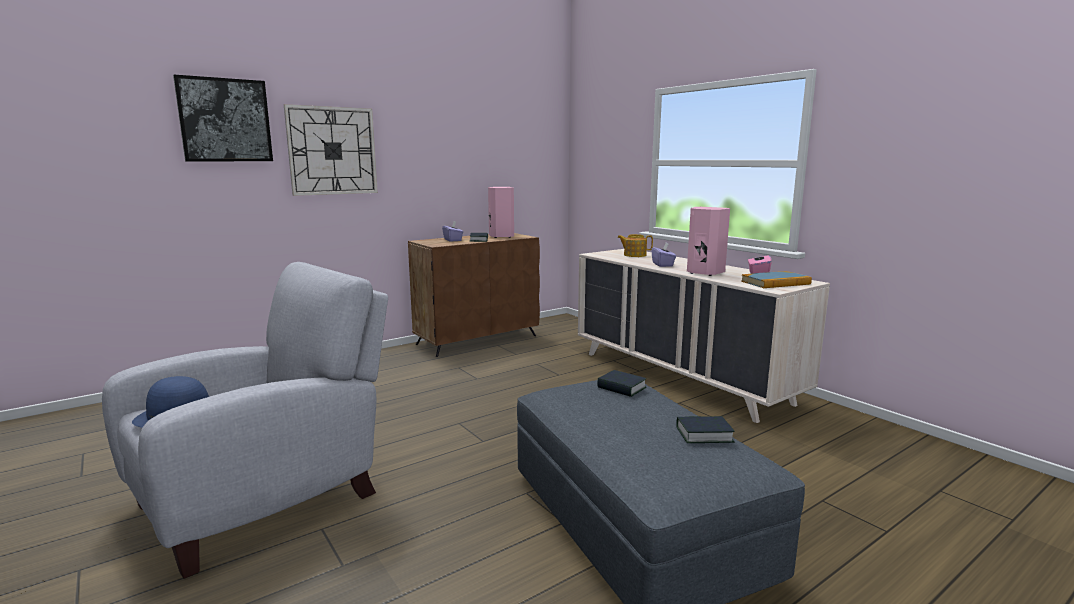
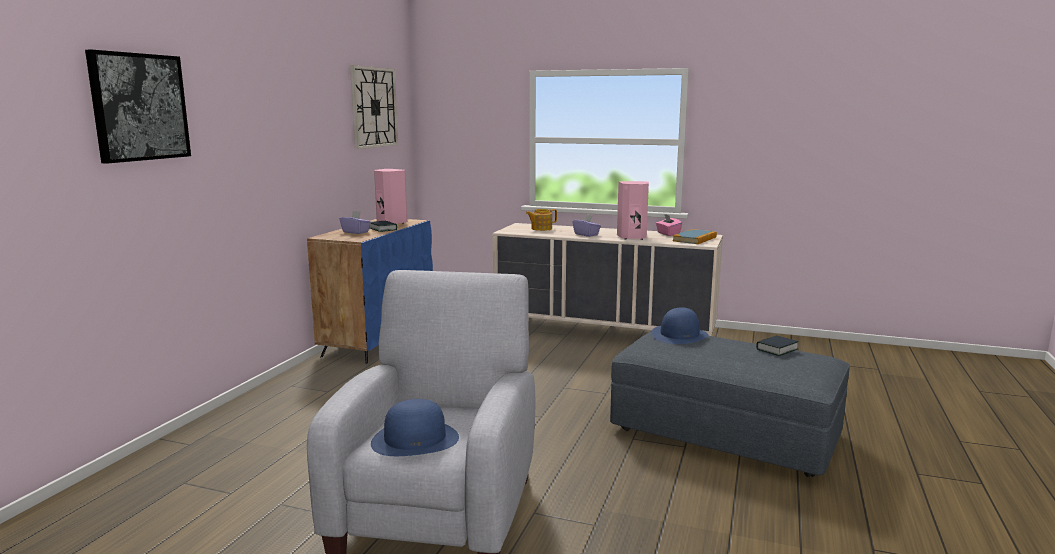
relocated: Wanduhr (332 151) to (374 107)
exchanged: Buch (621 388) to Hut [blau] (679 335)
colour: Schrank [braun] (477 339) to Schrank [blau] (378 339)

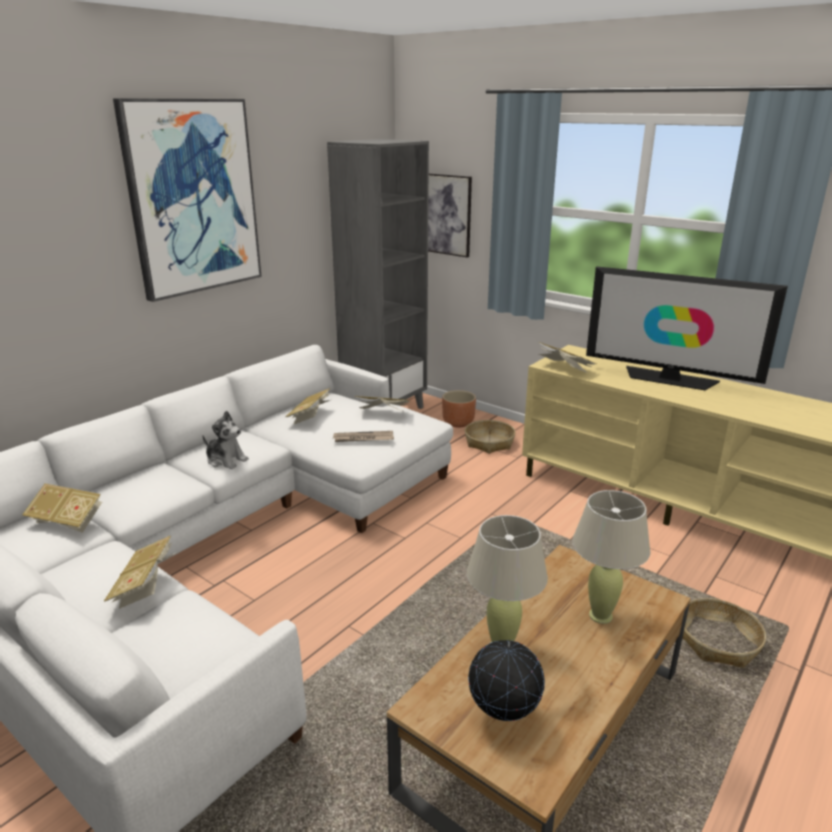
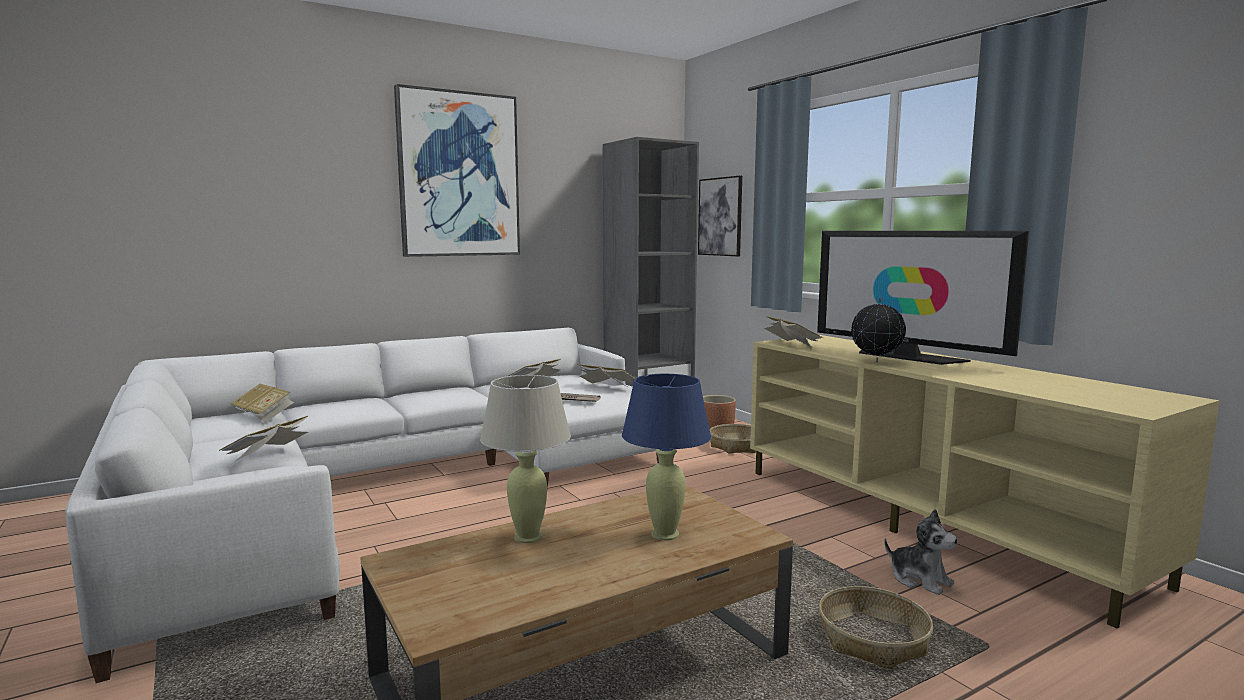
relocated: Plüschtier (226 460) to (920 580); Globus (503 715) to (876 362)
colour: Tischlampe [beige] (600 615) to Tischlampe [blau] (665 534)

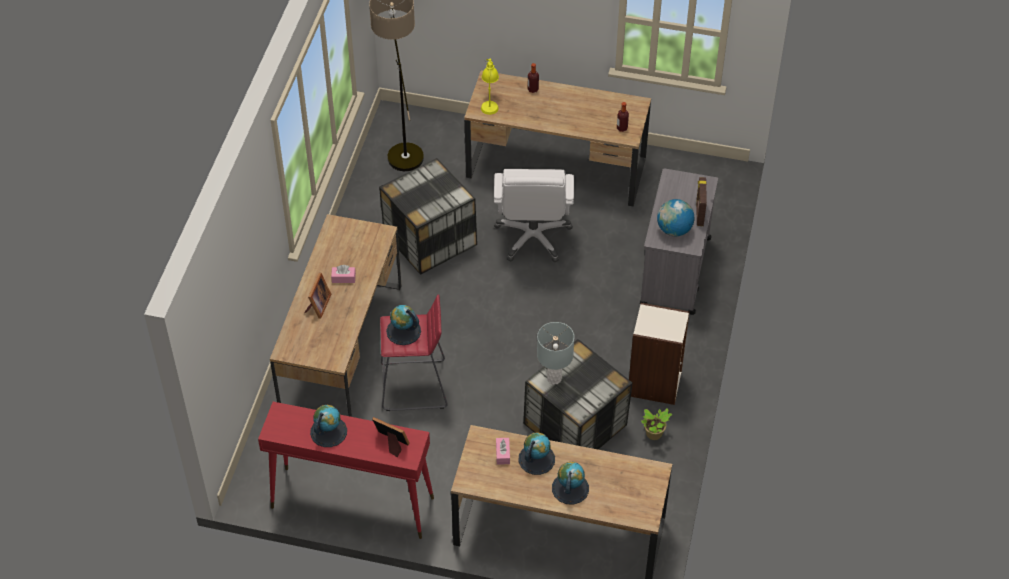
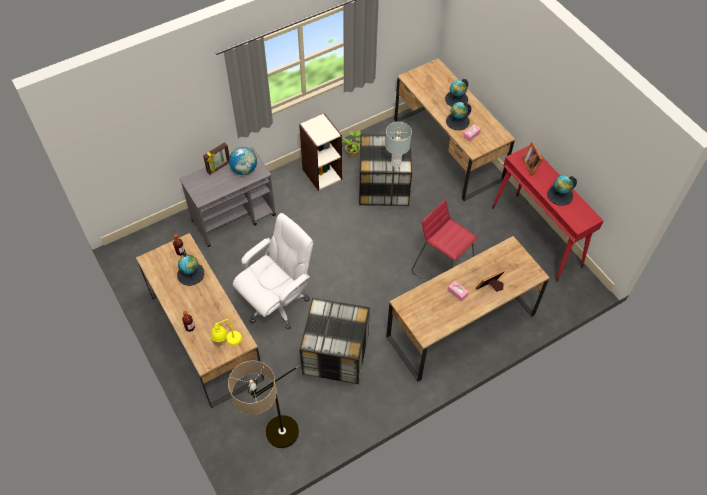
relocated: Globus (403 331) to (191 274)

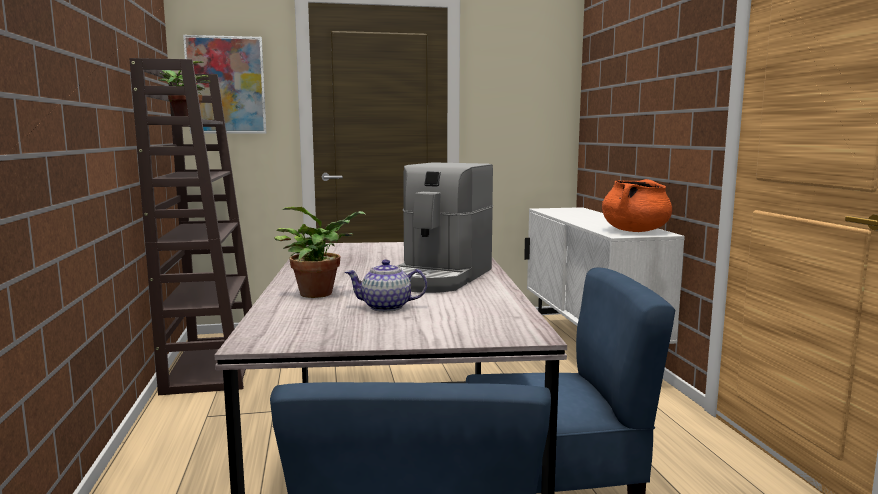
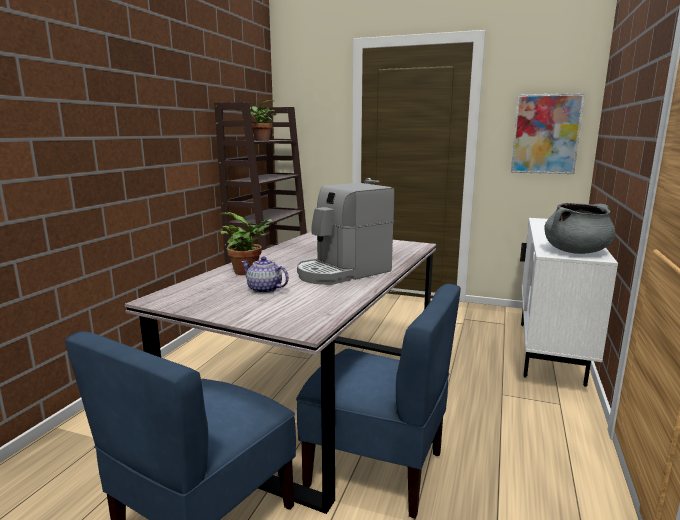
relocated: Bild (226 85) to (545 134)
colour: Kochtopf [orange] (635 231) to Kochtopf [grau] (576 252)

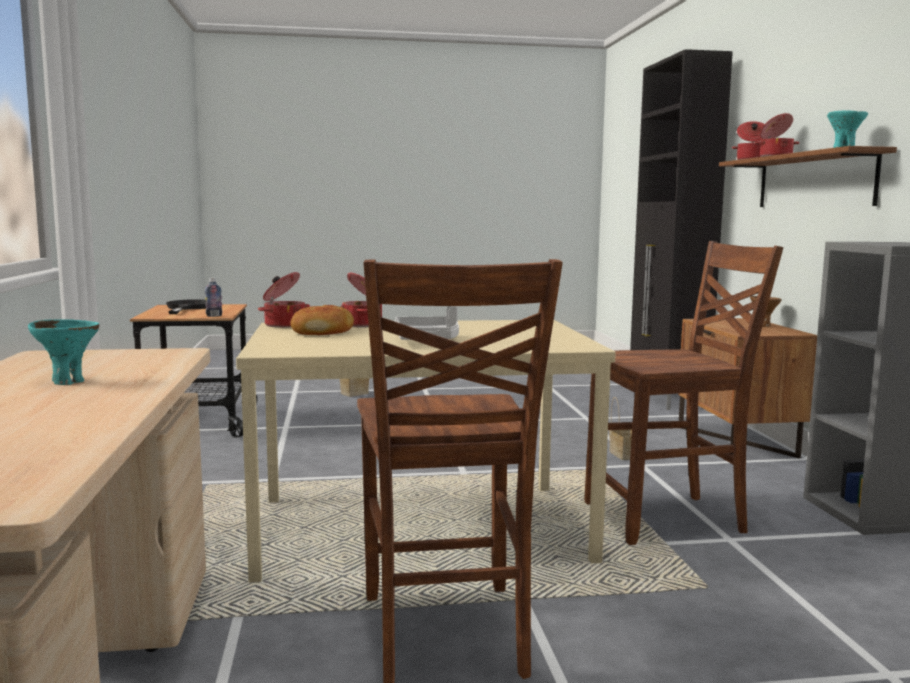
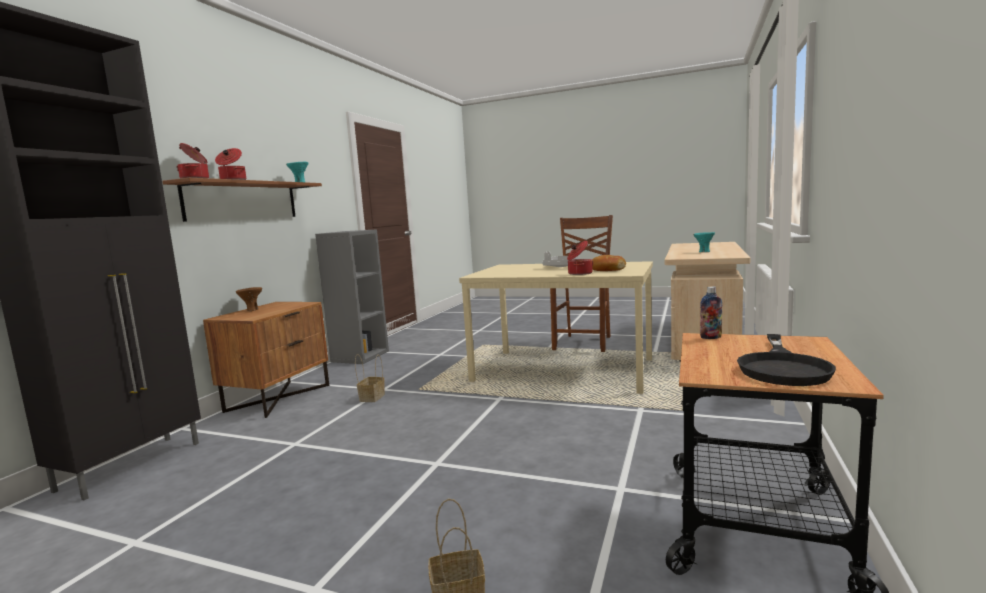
missing: Kochtopf (284 325); Stuhl [braun] (667 519)

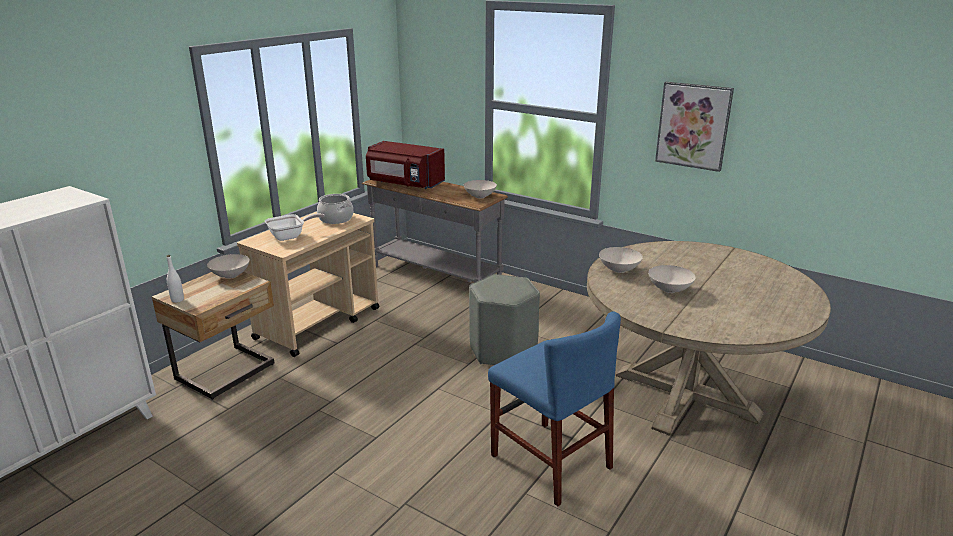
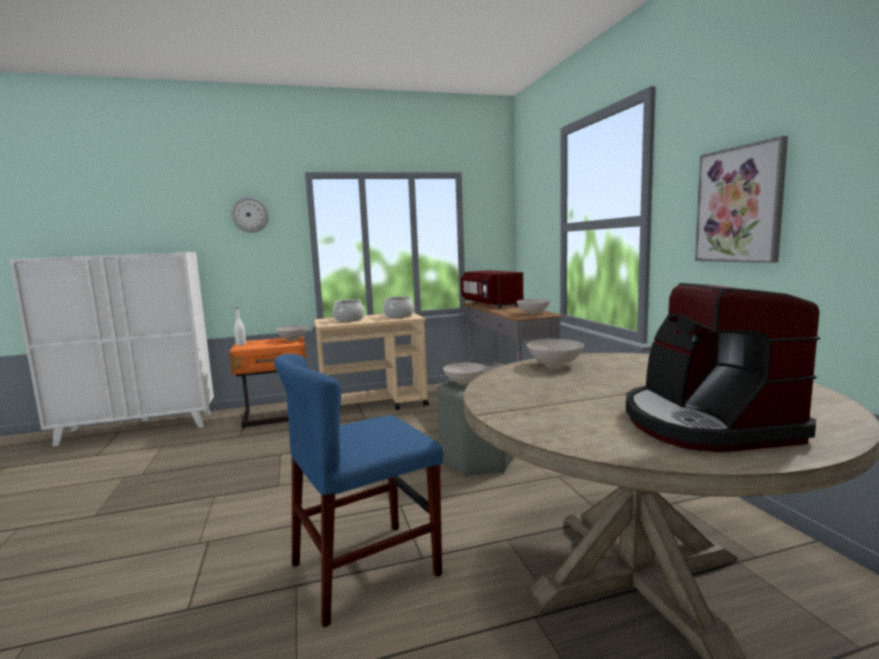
appeared: Wanduhr (250 215); Kaffeemaschine (704 423)
relocated: Schüssel [weiß] (669 290) to (464 383)
exchanged: Pfanne (290 236) to Kochtopf (349 320)
colour: Nachttisch [beige] (228 372) to Nachttisch [orange] (276 417)
spun: Stuhl [blau] (550 461) = (365 569) 60 degrees clockwise

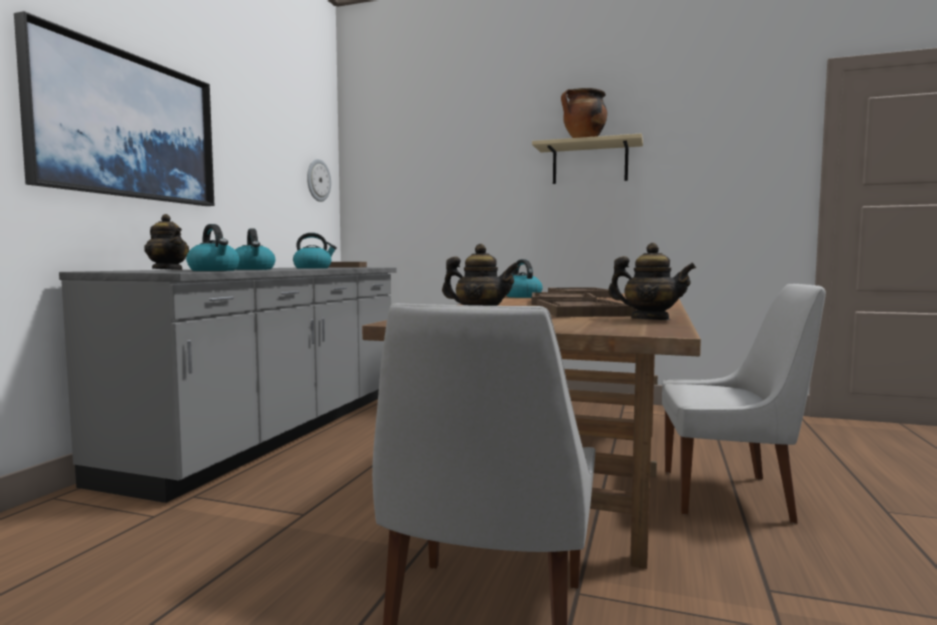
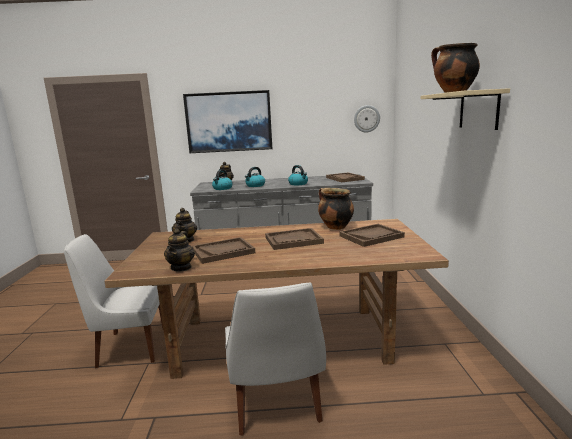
exchanged: Wasserkessel (521 296) to Kochtopf (335 227)

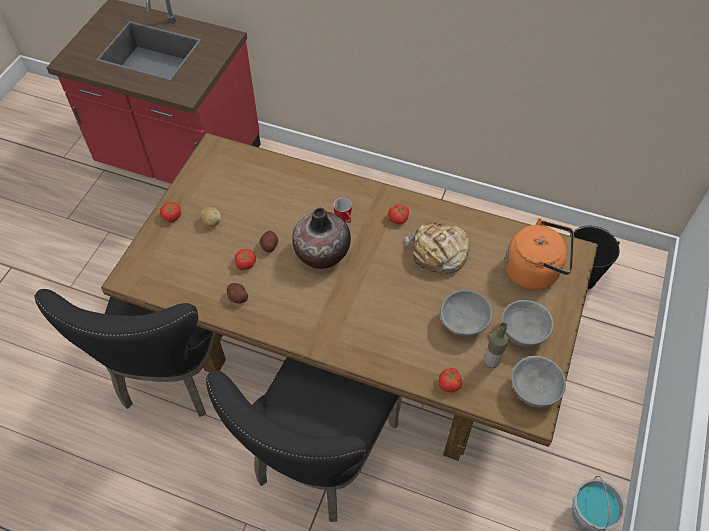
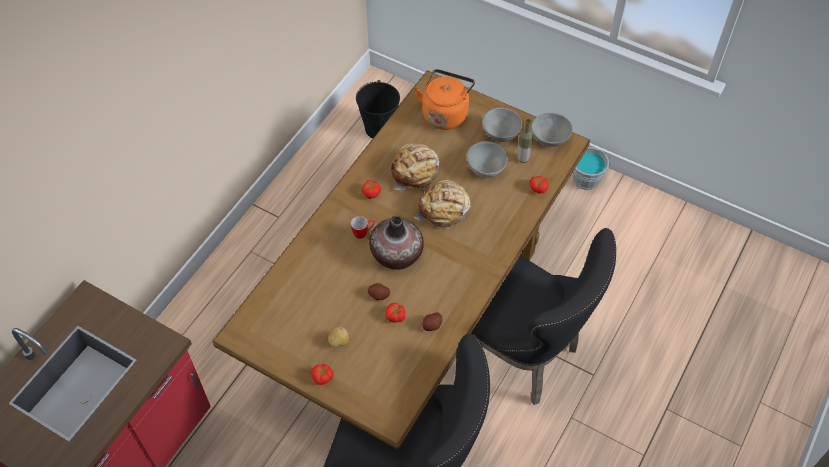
appeared: Brot (444 209)

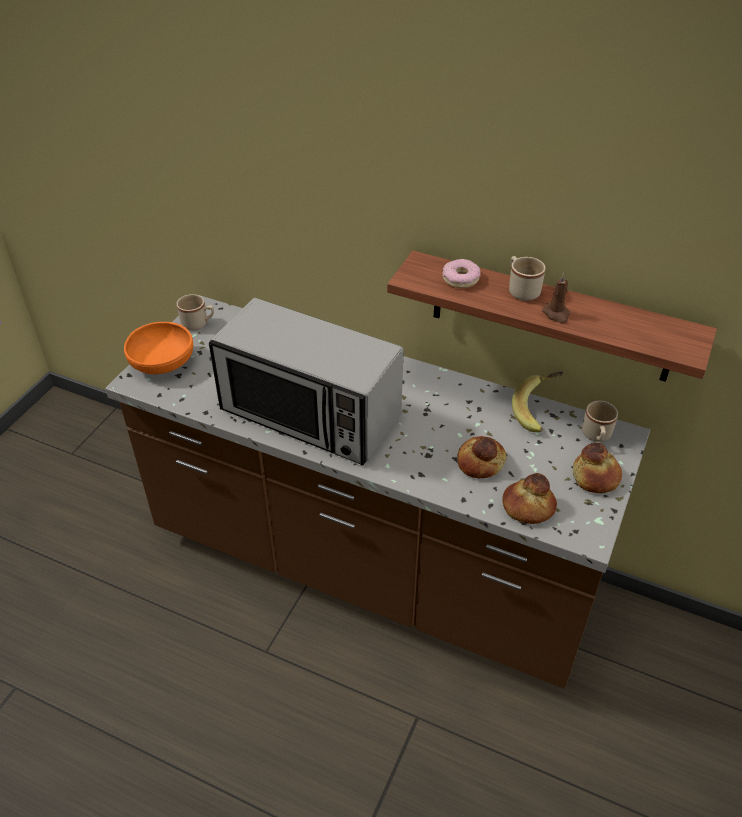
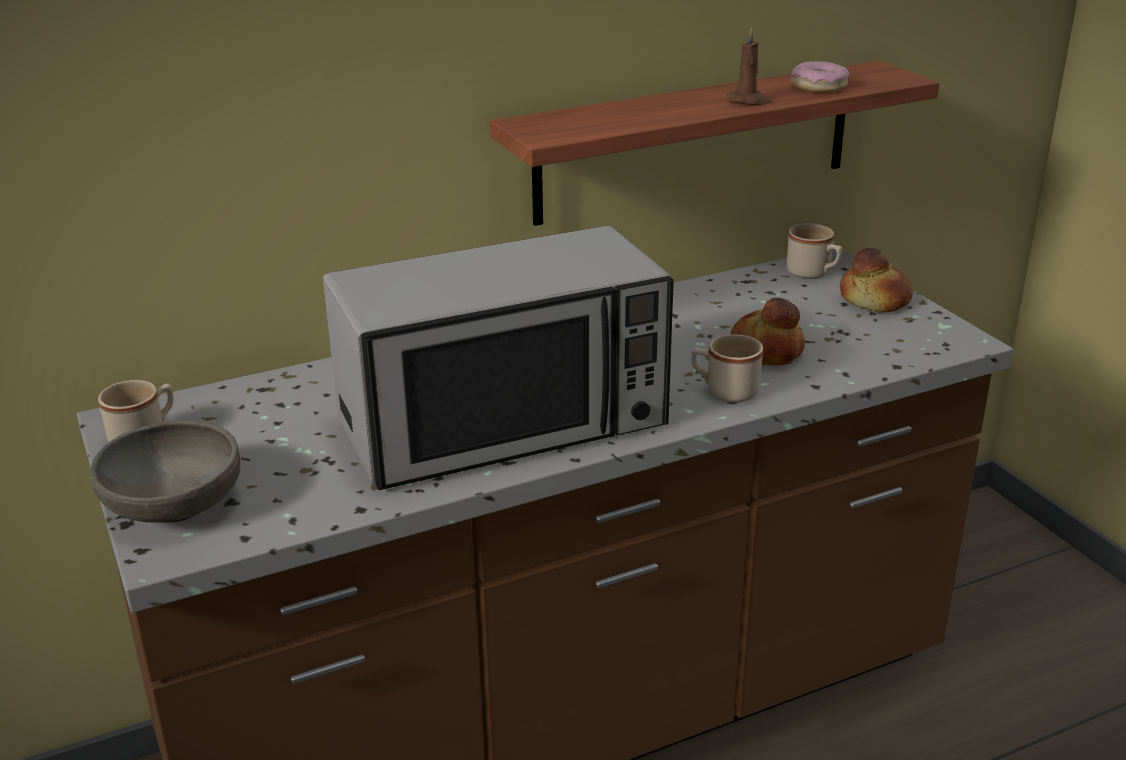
missing: Brot (527 507); Banane (539 411)
relocated: Donut (460 279) to (818 86); Henkelbecher [beige] (521 290) to (724 391)
colour: Schüssel [orange] (163 363) to Schüssel [grau] (174 505)

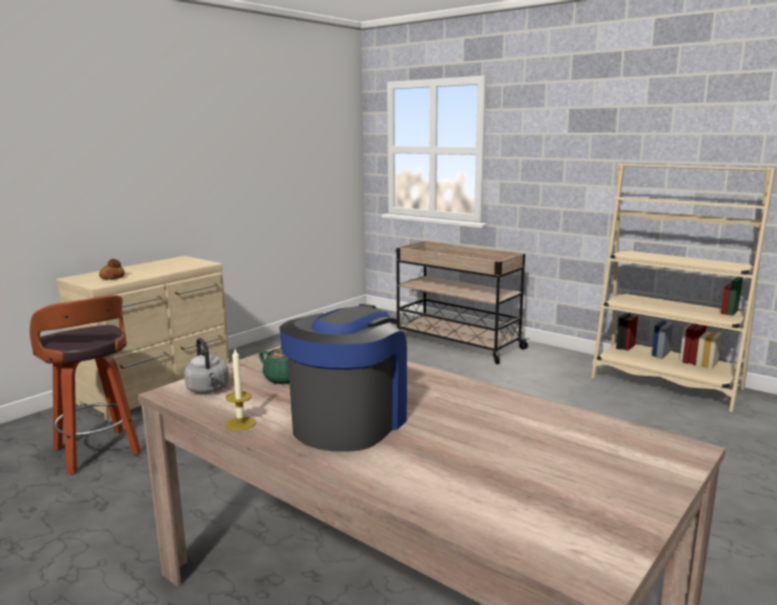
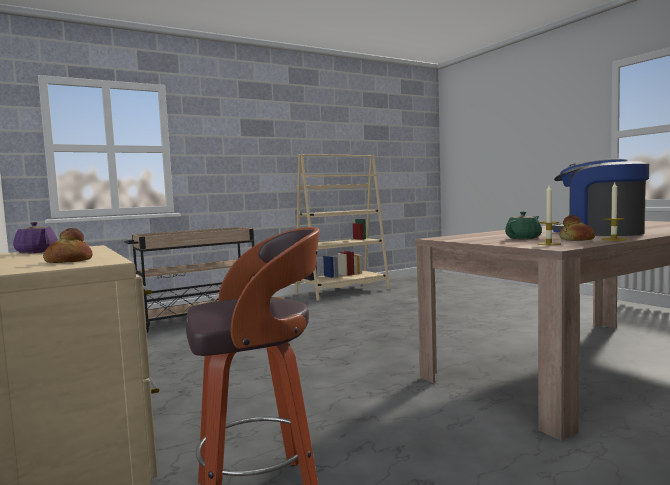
appeared: Teekanne [lila] (37 252); Brot (577 239)
exchanged: Wasserkessel [grau] (208 390) to Kerze (549 244)

